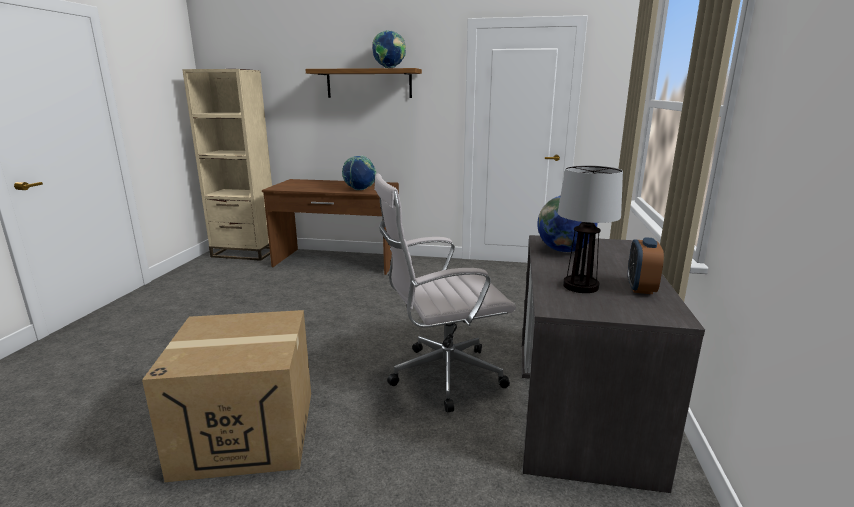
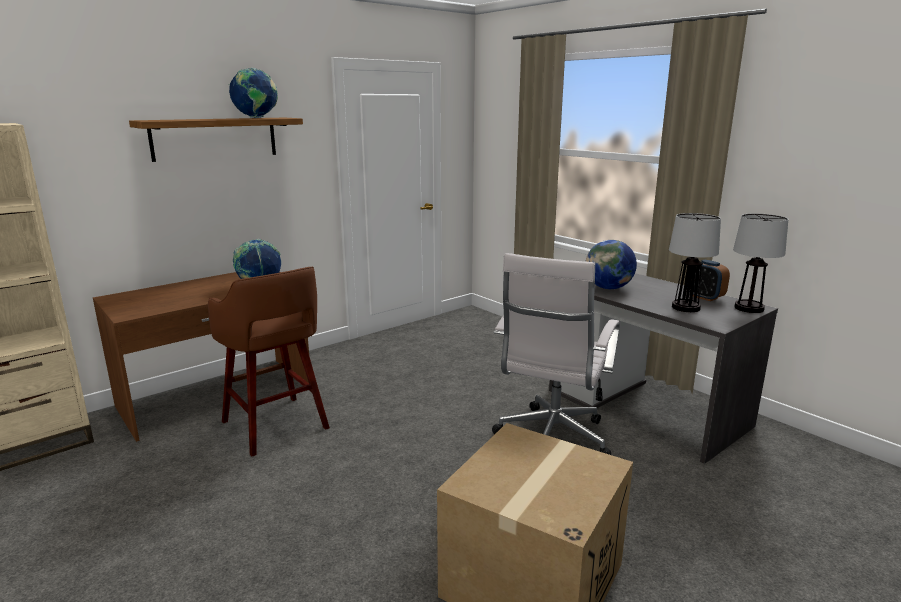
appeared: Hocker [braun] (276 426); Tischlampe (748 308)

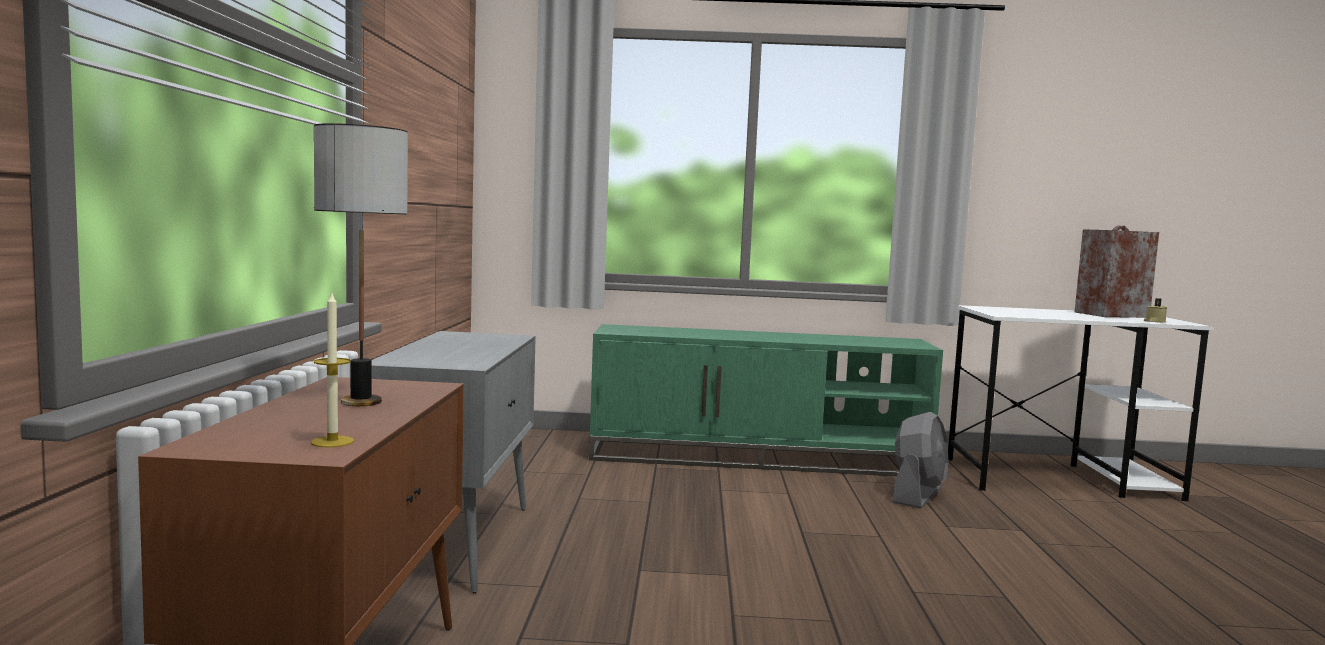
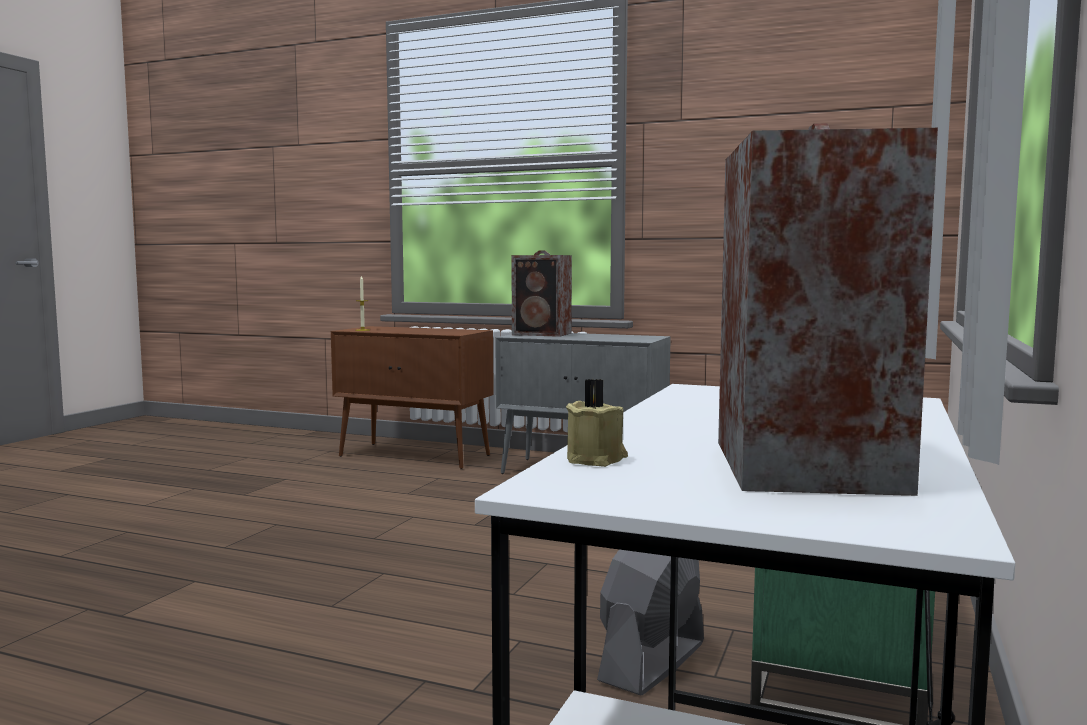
missing: Tischlampe (362 402)
appeared: Lautsprecher (543 334)
spun: Ventilator [grau] (918 495) = (652 662) 75 degrees clockwise

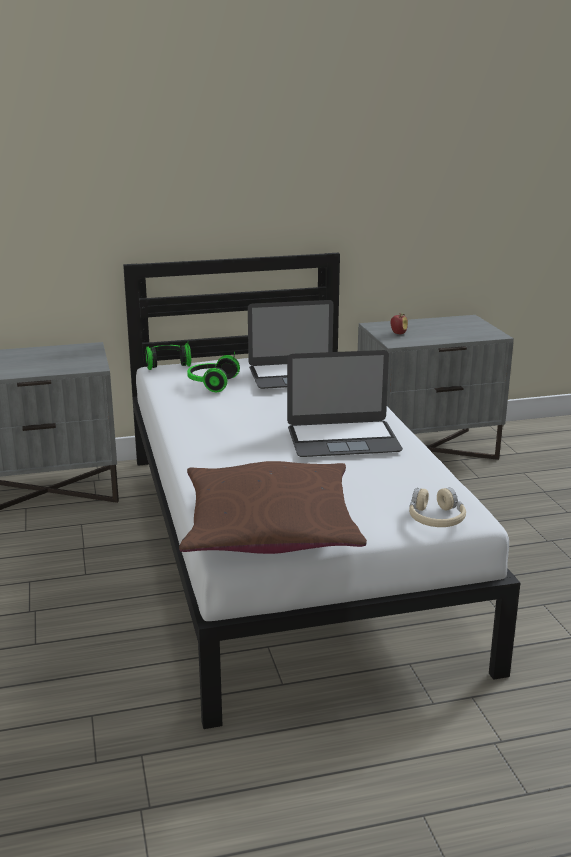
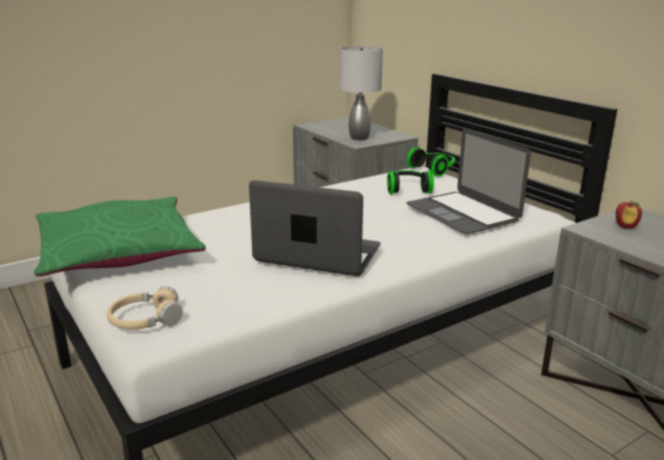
appeared: Tischlampe [grau] (359 137)
colour: Kissen [braun] (270 527) to Kissen [grün] (118 252)
spun: Laptop (343 439) = (318 254) 135 degrees clockwise

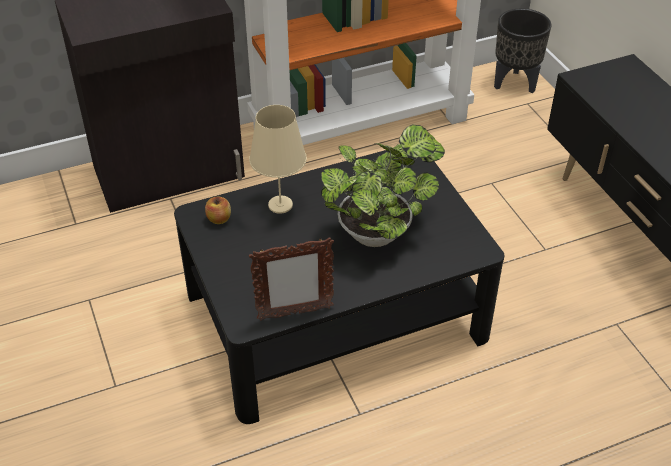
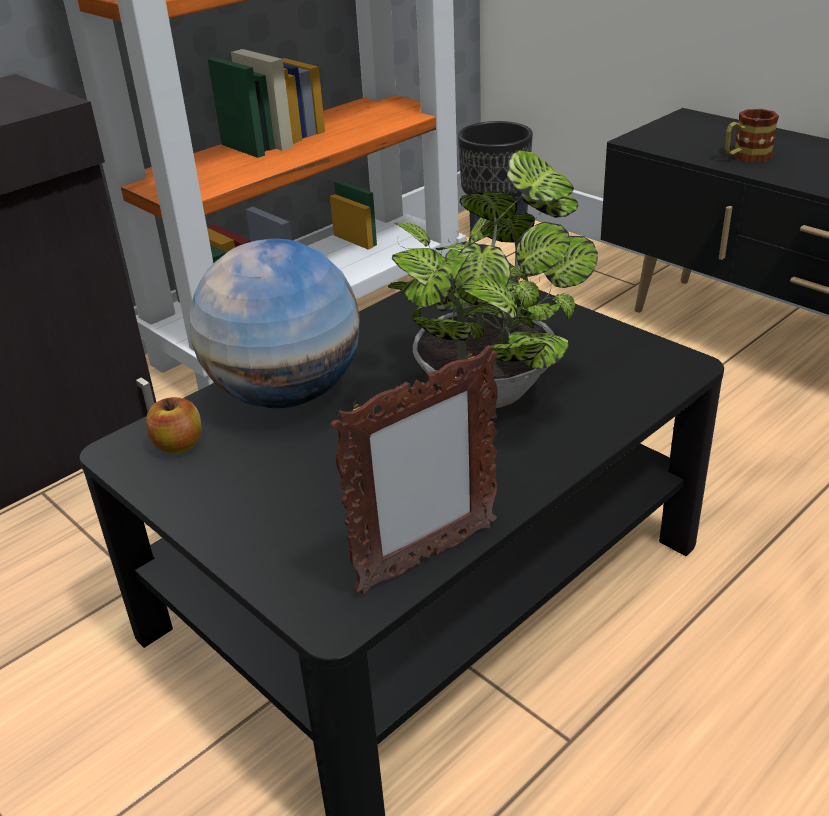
appeared: Henkelbecher (745 157)
exchanged: Tischlampe [beige] (280 205) to Globus (287 394)

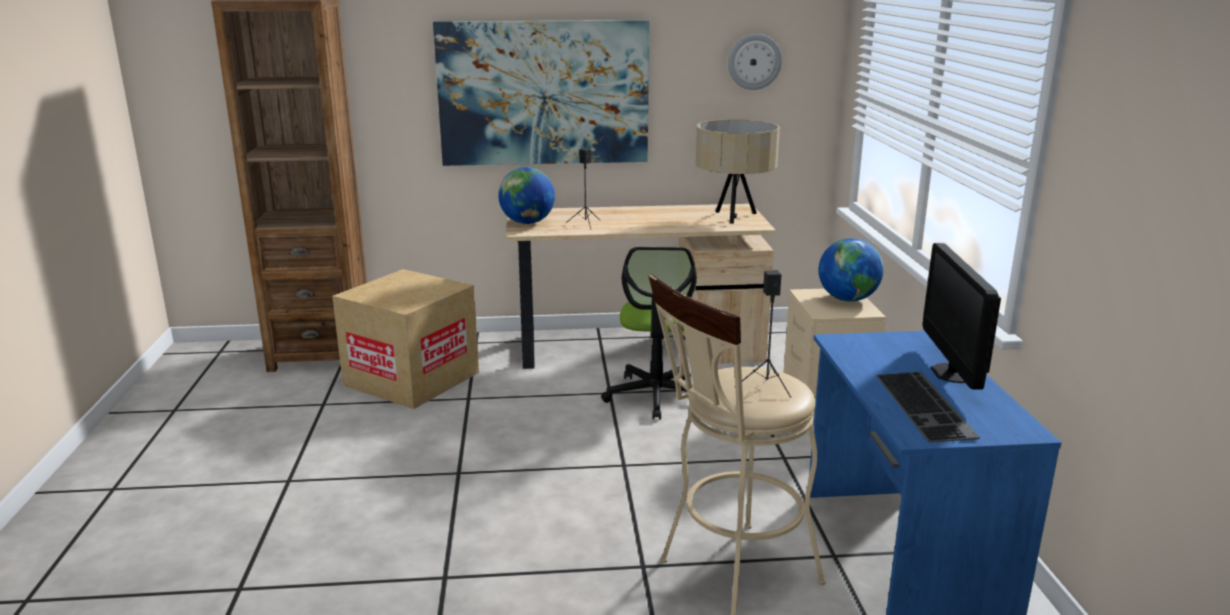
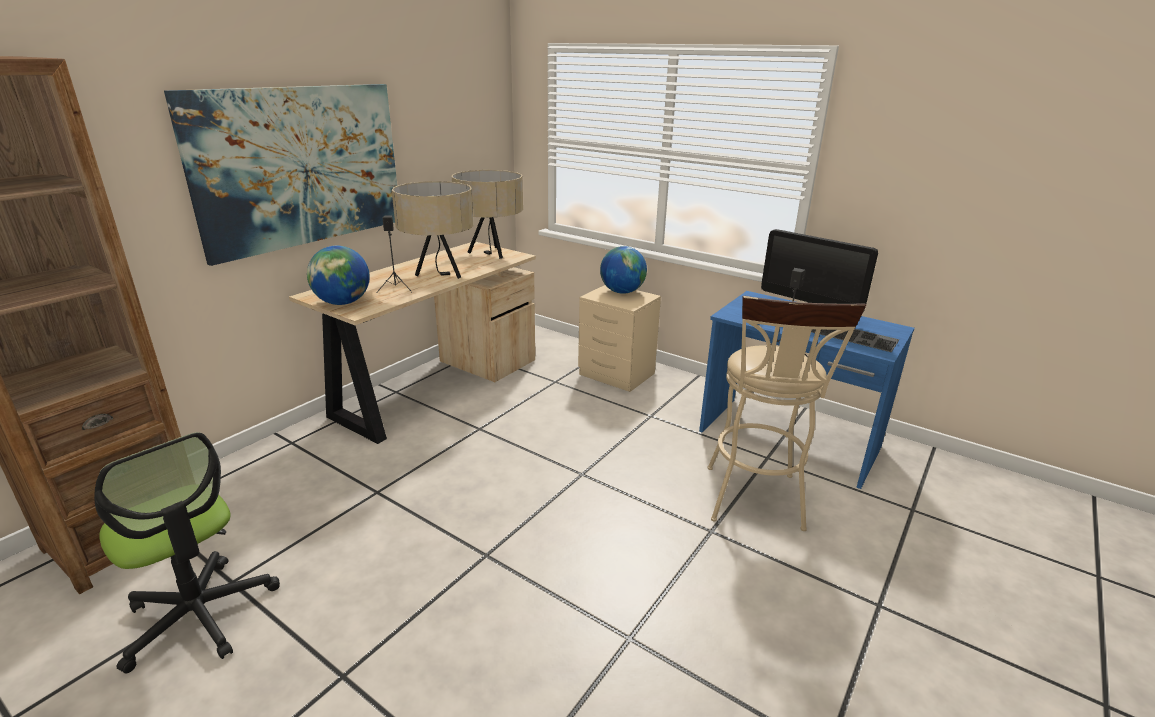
missing: Karton (412 379); Wanduhr (754 62)
appeared: Tischlampe [beige] (439 275)
relocated: Bürostuhl (656 395) to (200 615)

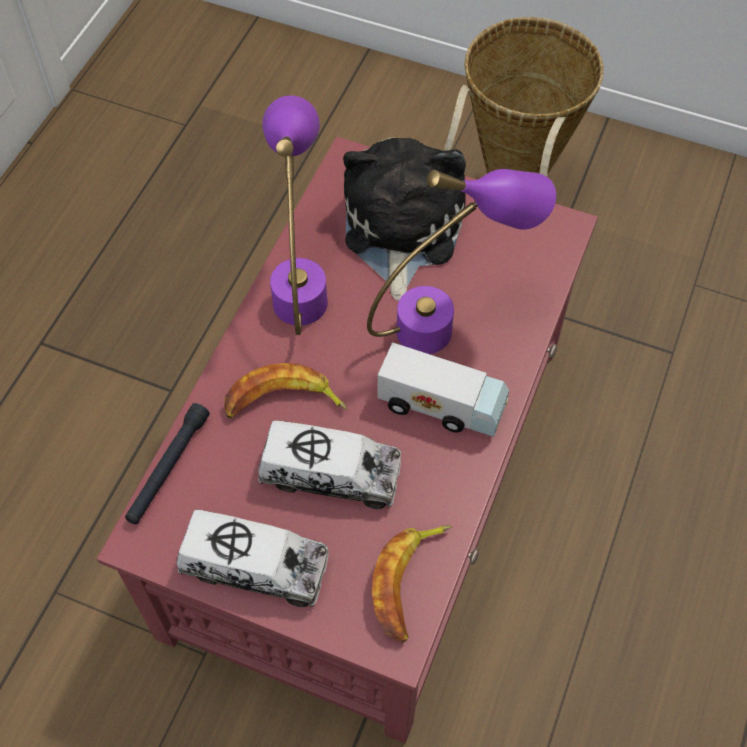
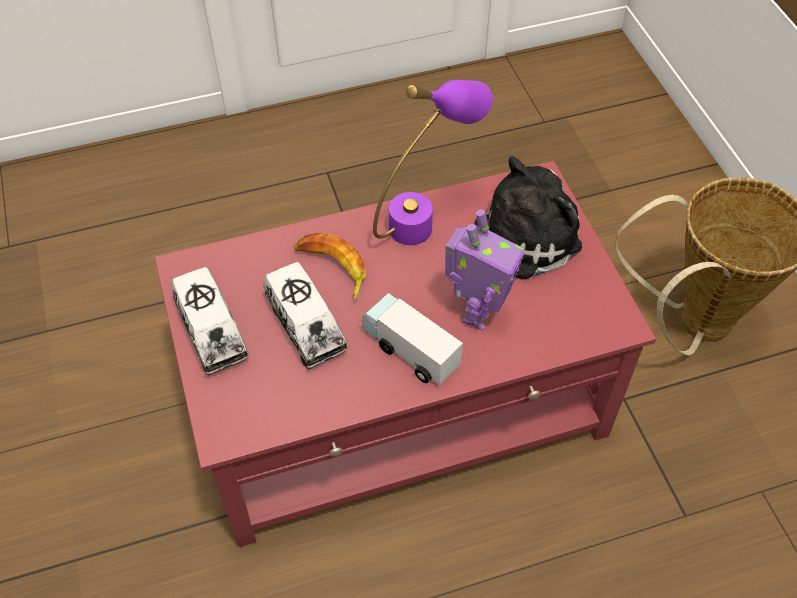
missing: Taschenlampe [schwarz] (168 468); Banane (409 583)
exchanged: Tischlampe [lila] (449 321) to Spielzeugroboter (477 311)
spun: Spielzeuglaster (442 405) = (410 349) 150 degrees clockwise

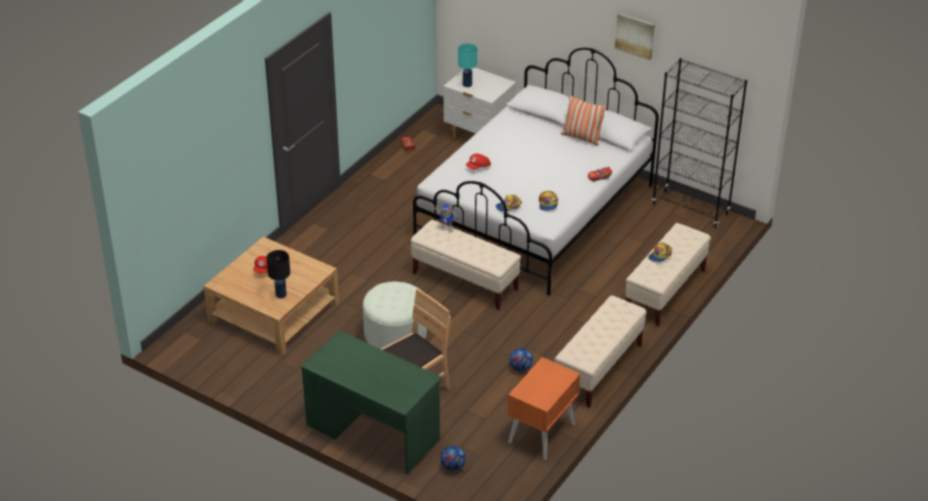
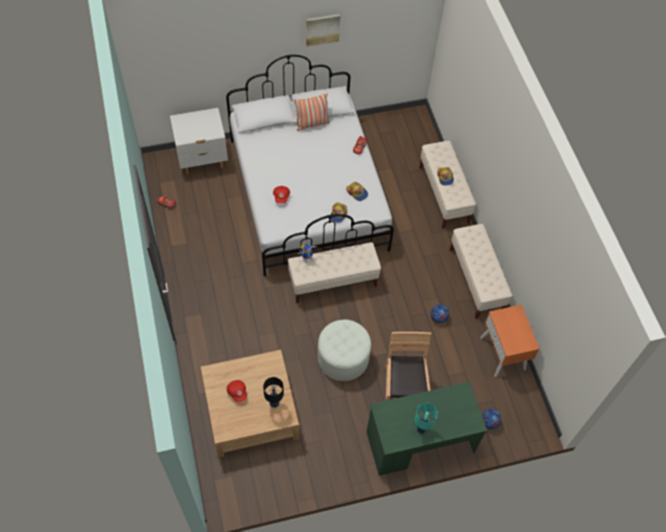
missing: Bücherregal [schwarz] (690 208)
relocated: Tischlampe [türkis] (467 85) to (421 429)

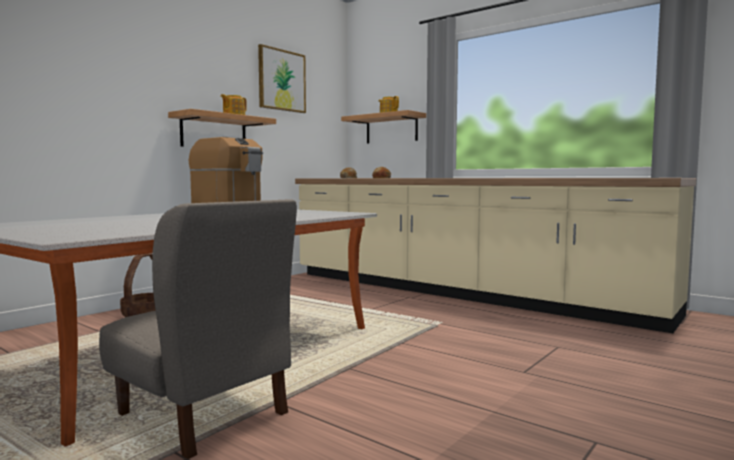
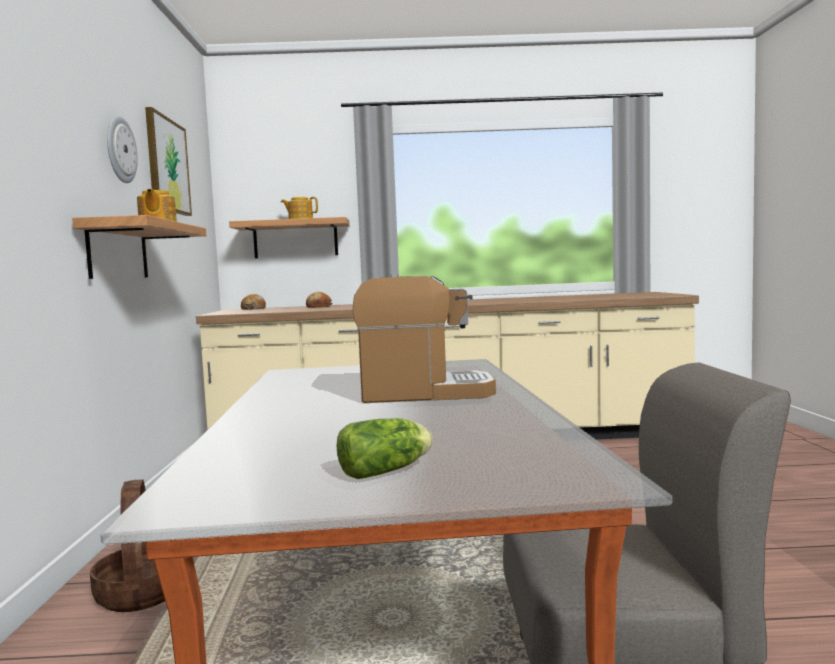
appeared: Wanduhr (120 150); Salatkopf (388 471)

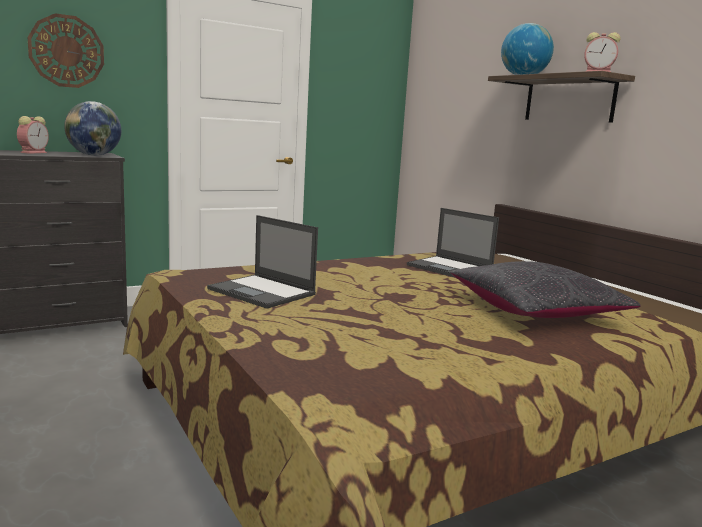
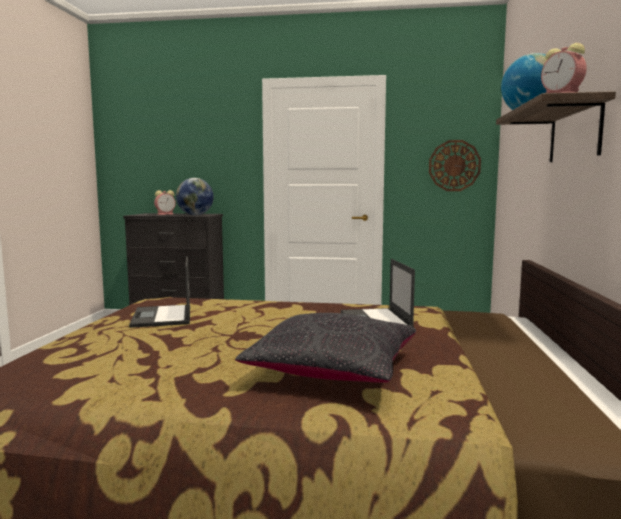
relocated: Wanduhr (66 51) to (454 165)

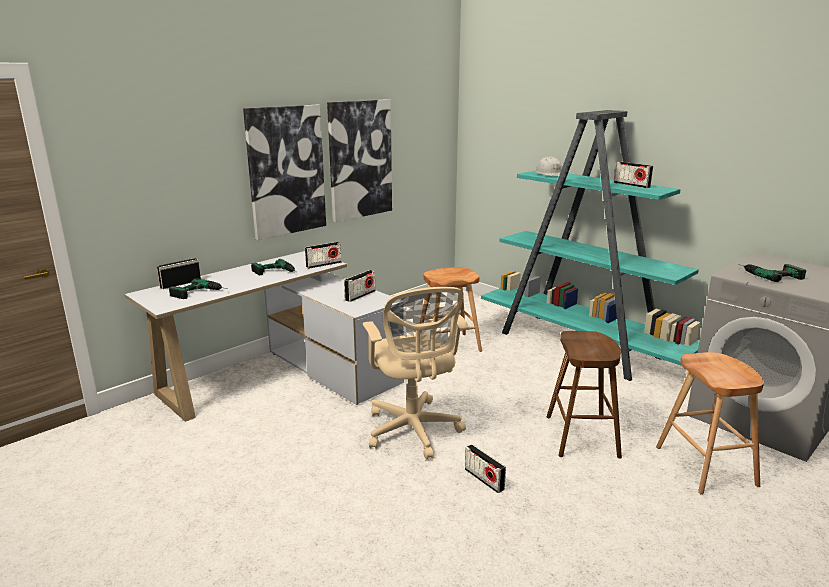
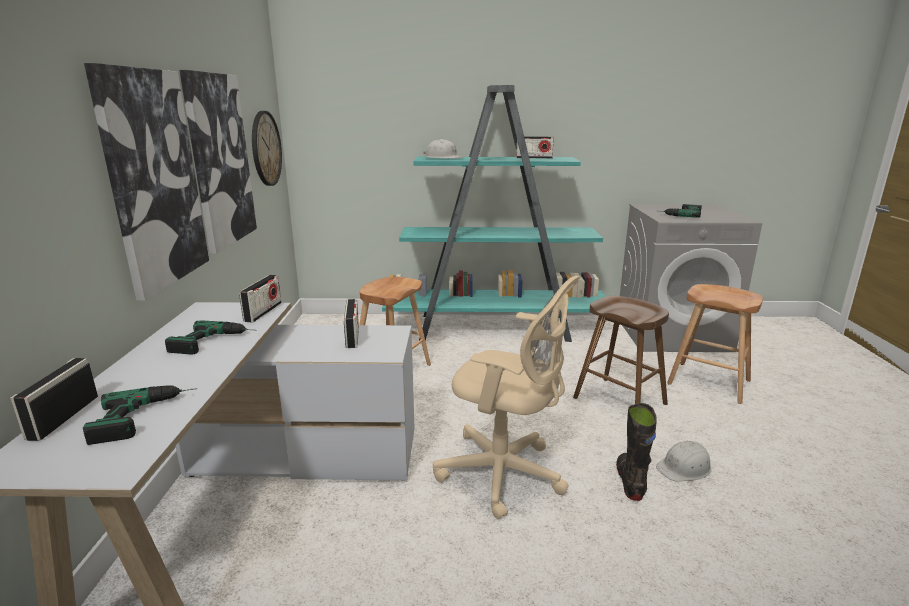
appeared: Wanduhr (265 148); Schutzhelm [weiß] (684 467)
exchanged: Radio (484 479) to Stiefel [schwarz] (630 481)

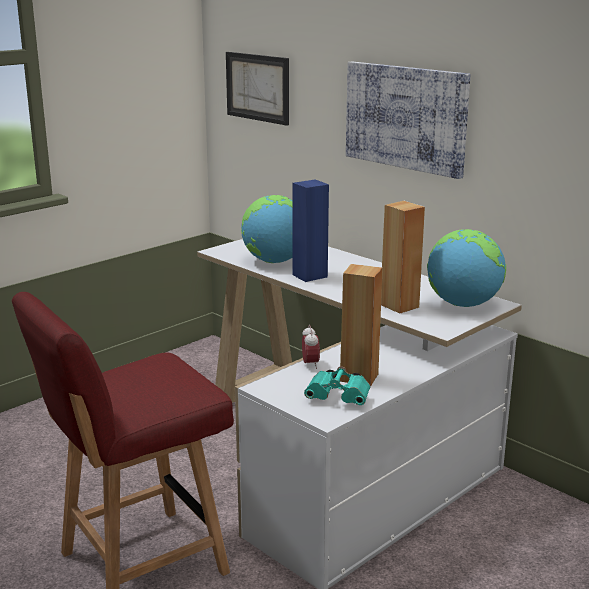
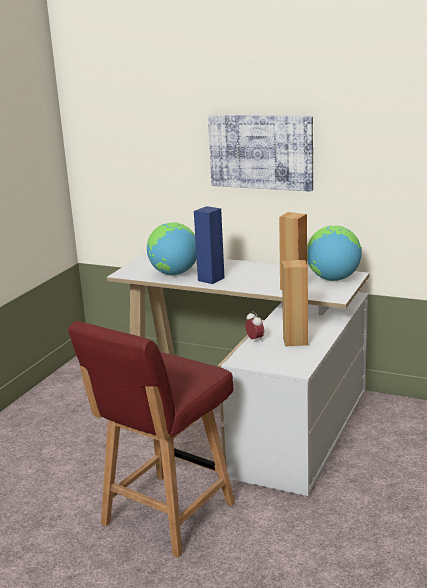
missing: Bild (257 87); Fernglas [türkis] (340 398)

